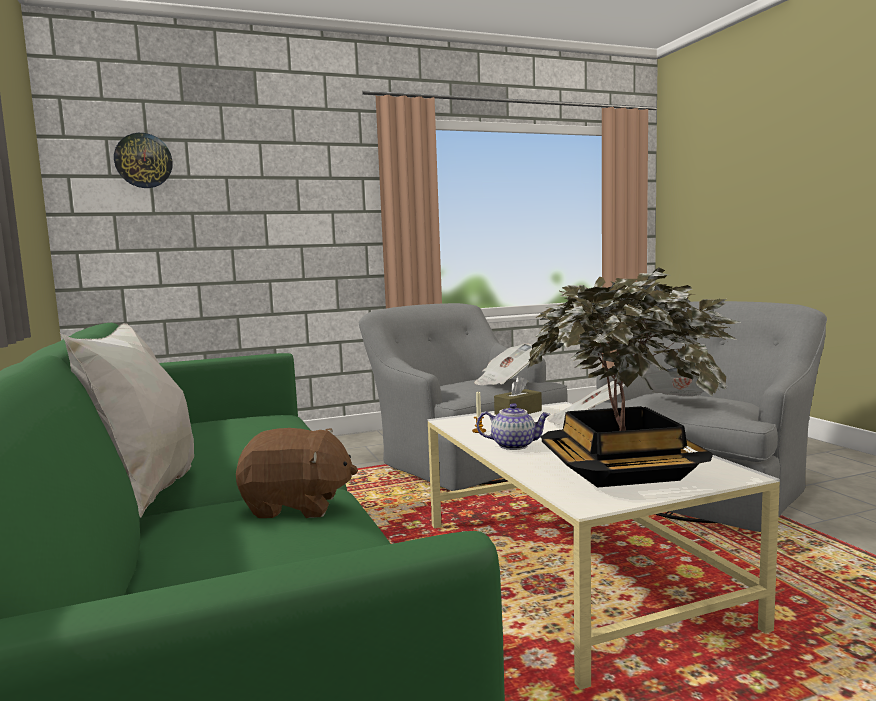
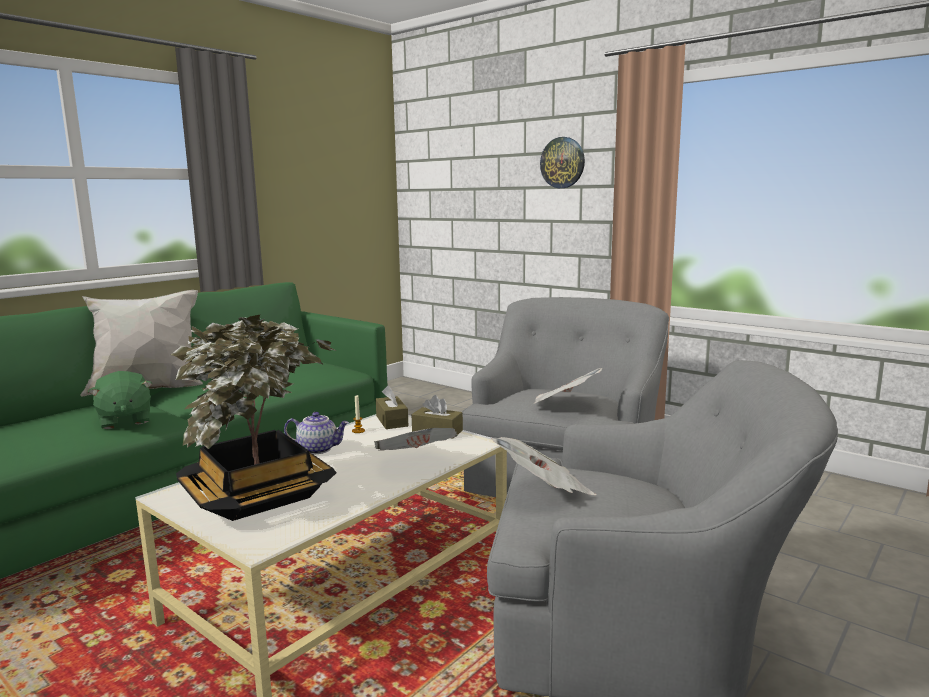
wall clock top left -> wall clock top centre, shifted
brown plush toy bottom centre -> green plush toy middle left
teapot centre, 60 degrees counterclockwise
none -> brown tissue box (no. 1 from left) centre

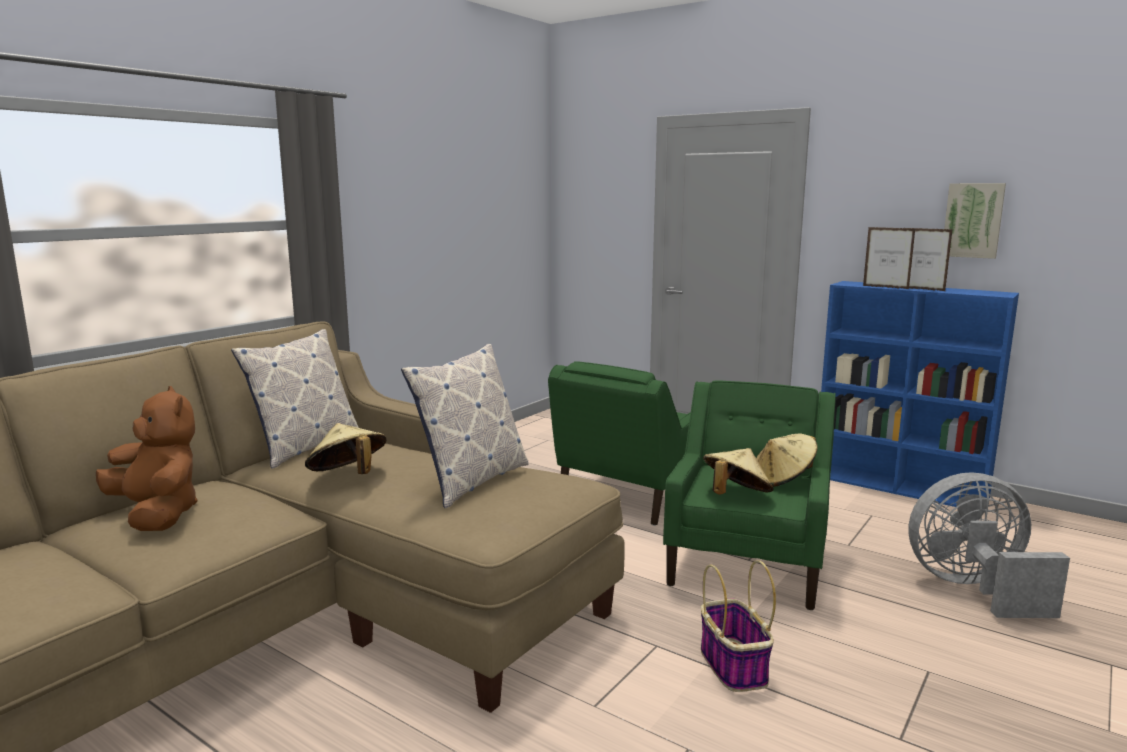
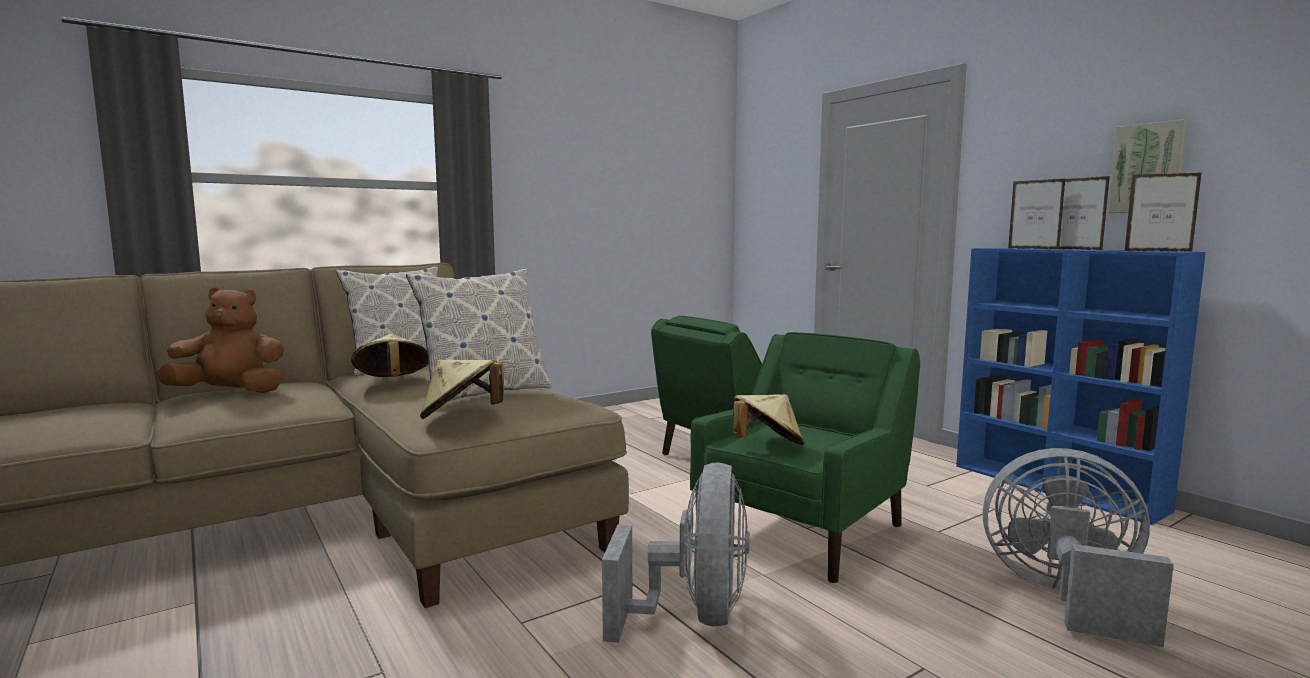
brown plush toy middle left, 75 degrees counterclockwise
basket bottom centre -> grey fan (no. 1 from left) bottom centre
beige hat (no. 3 from left in the first image) middle right -> beige hat (no. 2 from left) centre, shifted
none -> picture frame (no. 3 from left) top right

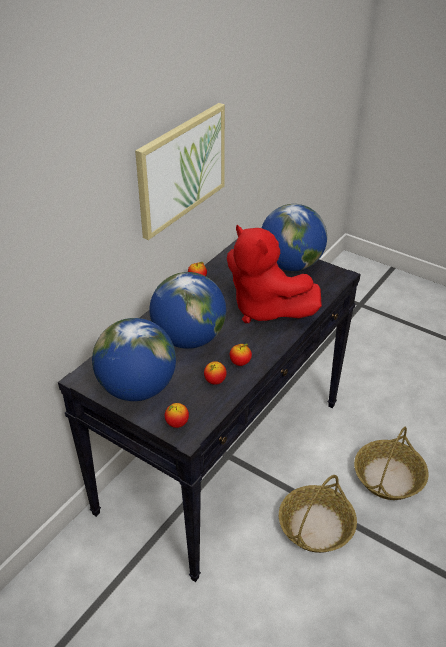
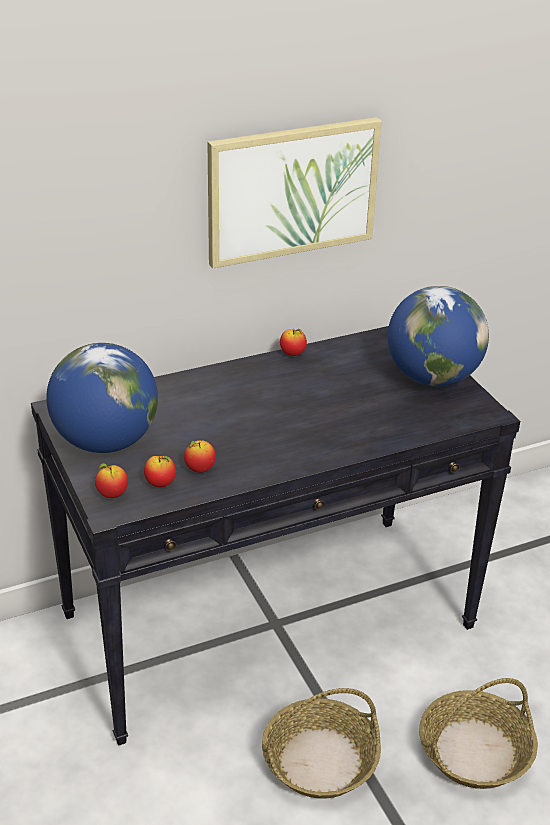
globe (no. 2 from left) centre -> none
red plush toy centre -> none
apple (no. 4 from left in the first image) centre -> apple (no. 2 from left) middle left, shifted

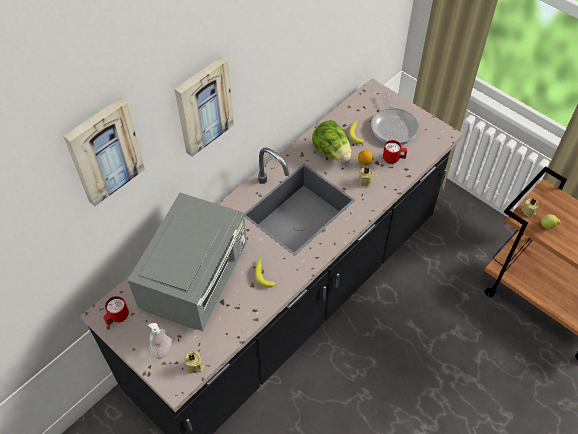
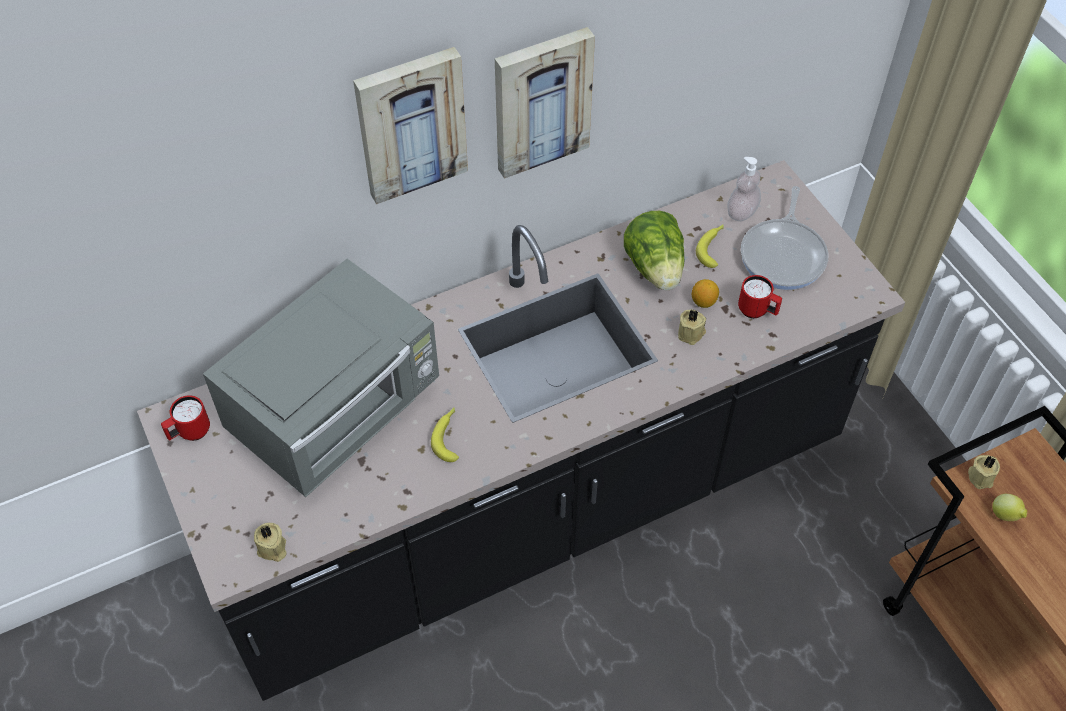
picture (no. 1 from left in the first image) middle left -> picture (no. 2 from left) top centre, shifted
soap dispenser bottom left -> soap dispenser top right, shifted

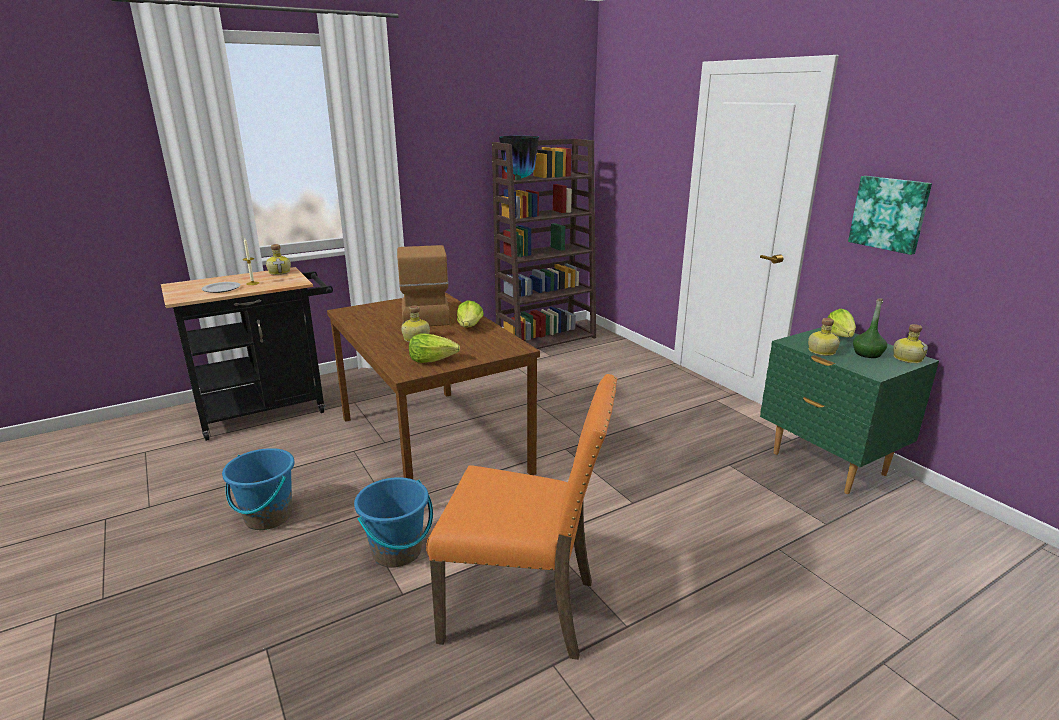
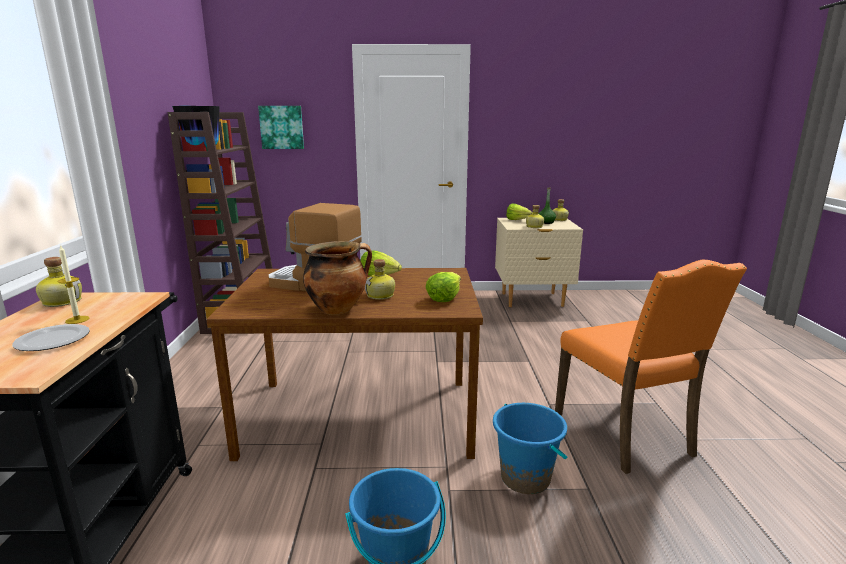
orange chair bottom centre -> orange chair middle right, 120 degrees clockwise
green nightstand middle right -> beige nightstand centre
picture top right -> picture top left, shifted
none -> cooking pot centre

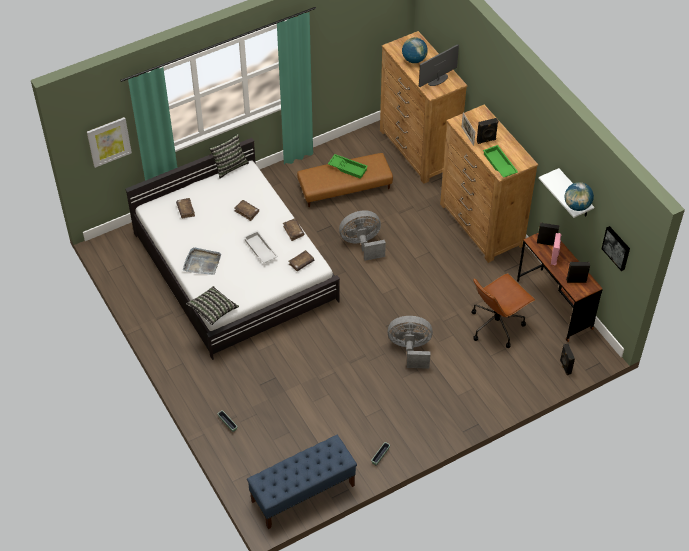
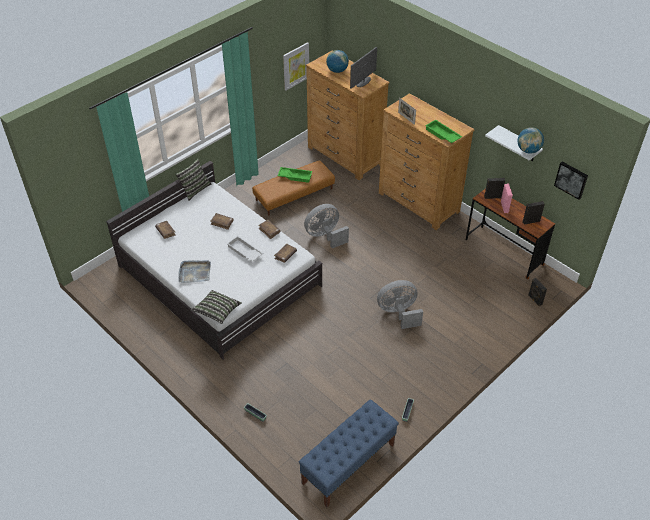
picture (no. 1 from left) top left -> picture (no. 1 from left) top centre, shifted
brown office chair middle right -> none
black speaker (no. 1 from left) top right -> none

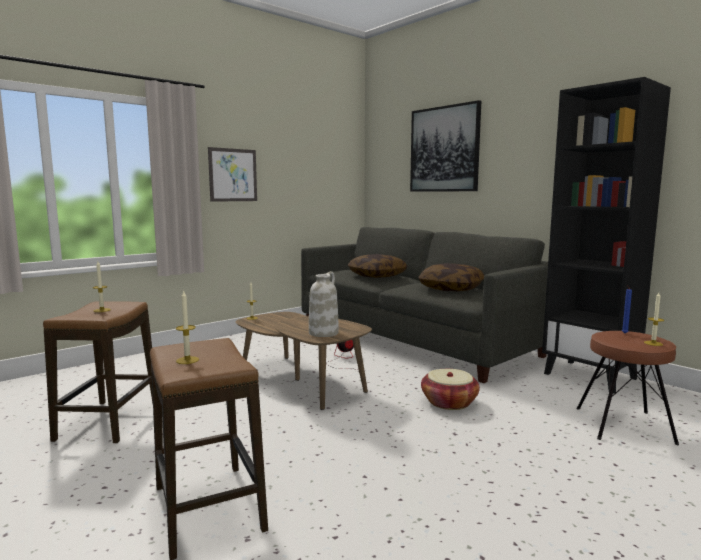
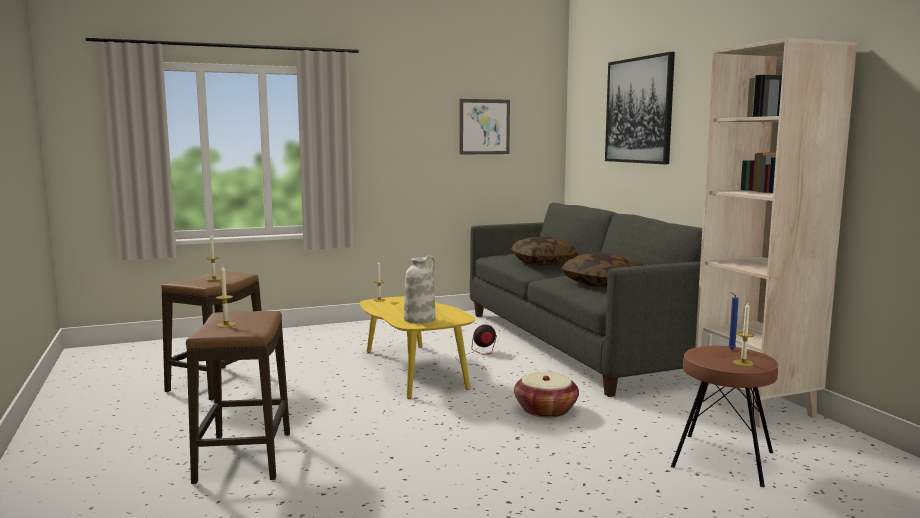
picture (no. 1 from left) top left -> picture (no. 1 from left) top centre, shifted
brown coffee table centre -> yellow coffee table bottom centre
black bookcase middle right -> beige bookcase middle right

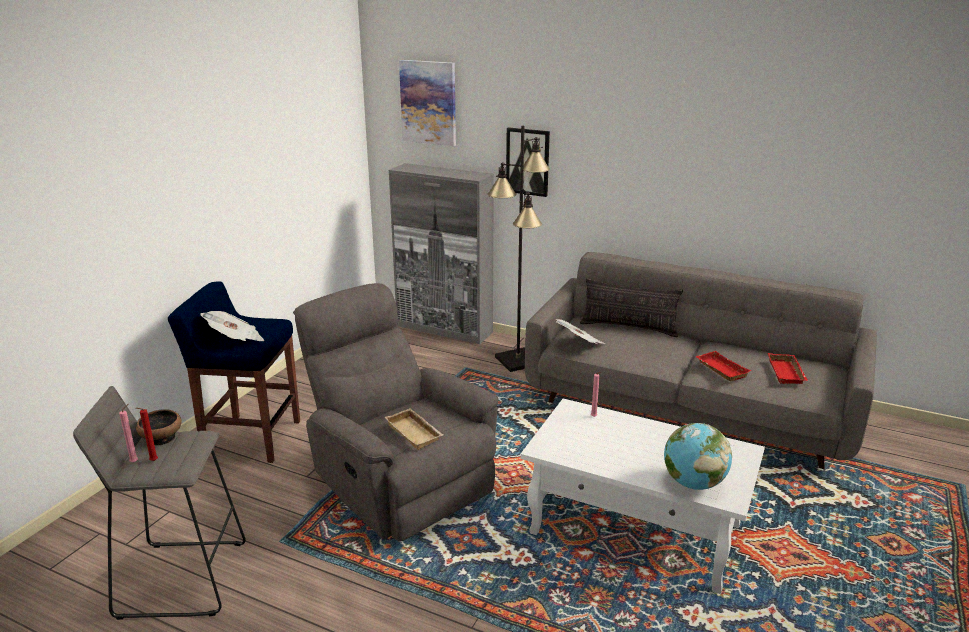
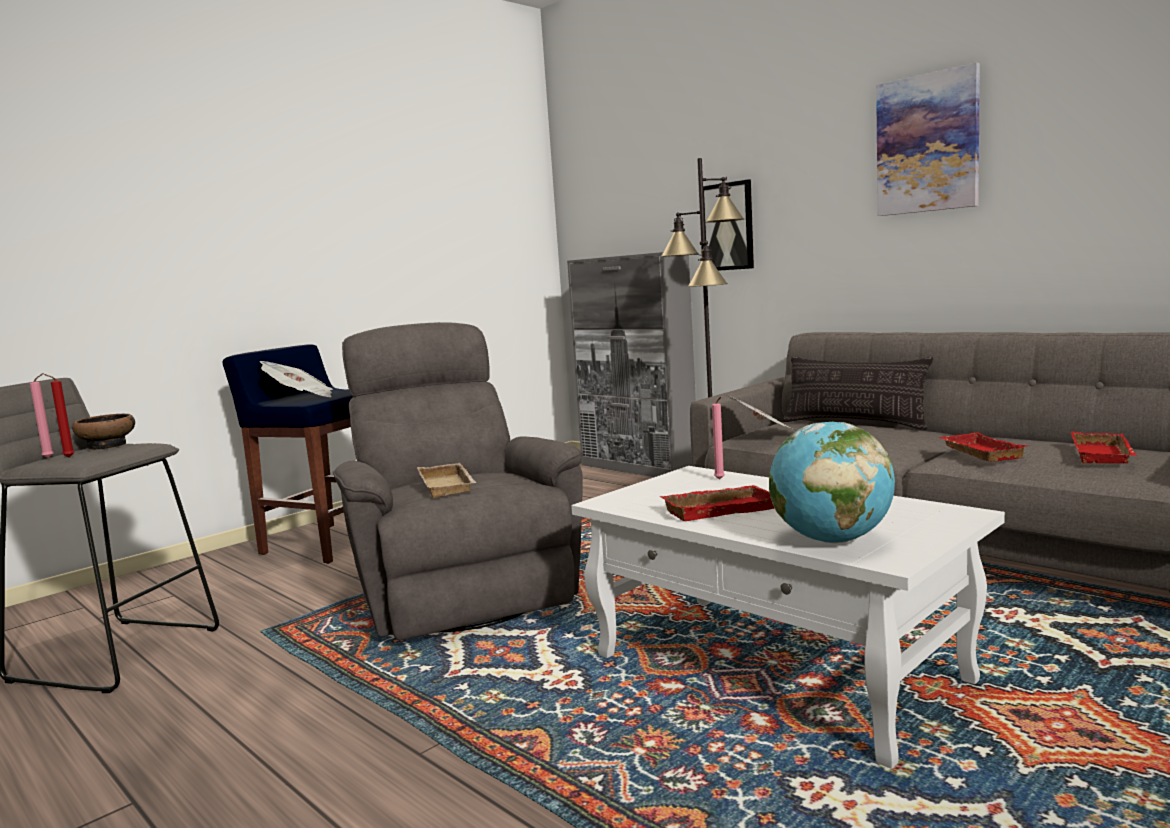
picture (no. 1 from left in the first image) top centre -> picture (no. 2 from left) top right, shifted
none -> red tray (no. 1 from left) centre

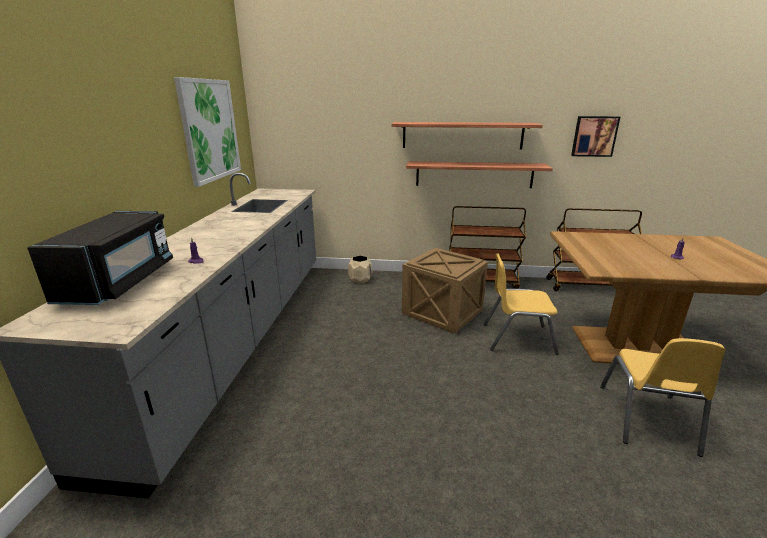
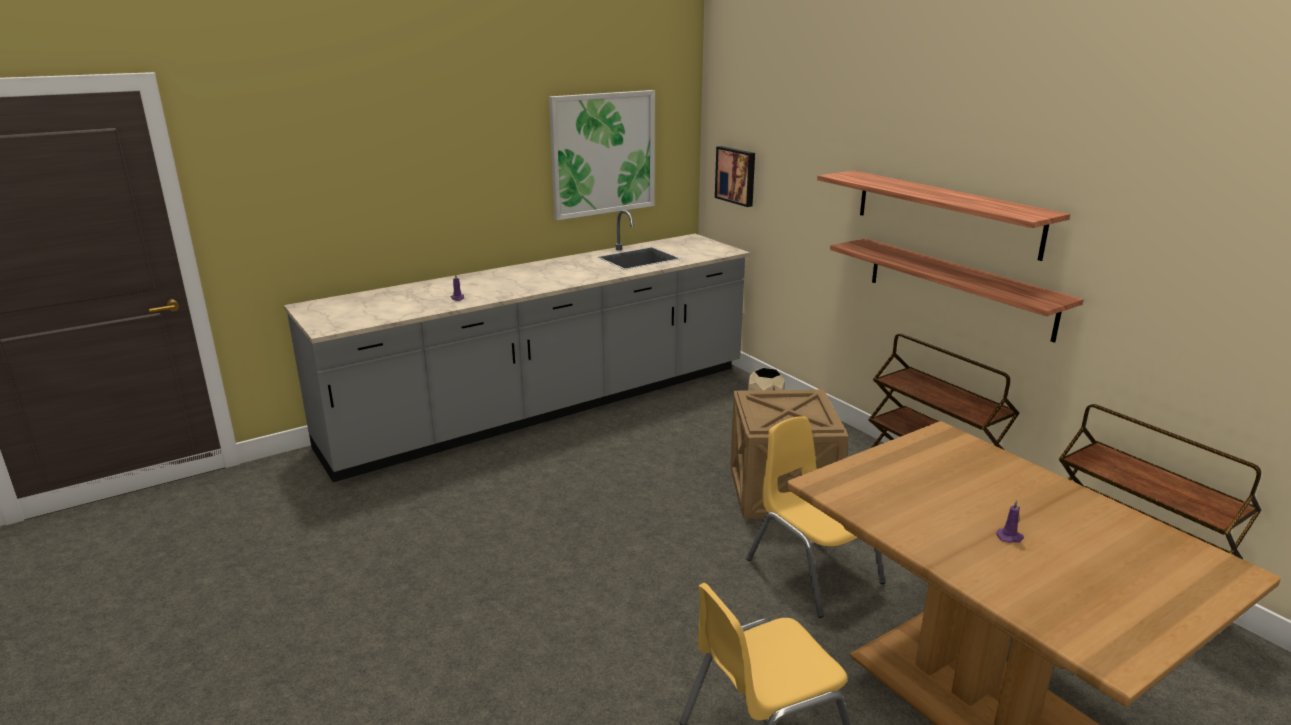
black microwave middle left -> none
picture (no. 2 from left) top right -> picture (no. 2 from left) top centre, shifted

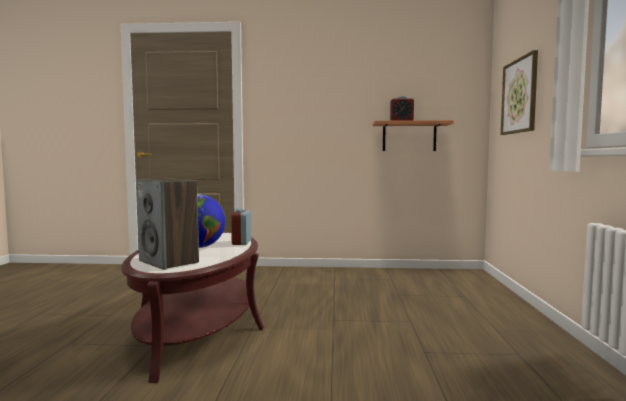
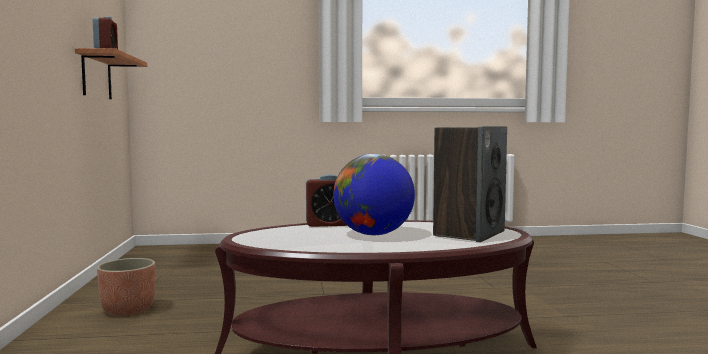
picture top right -> none
none -> planter bottom left

